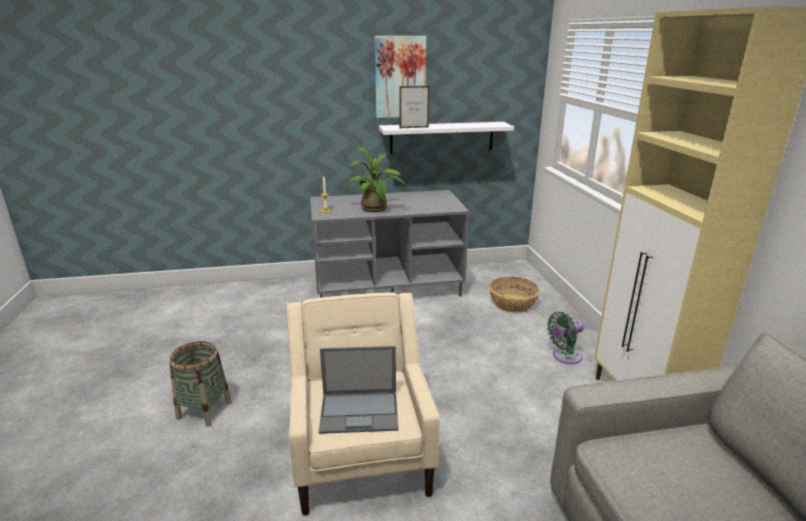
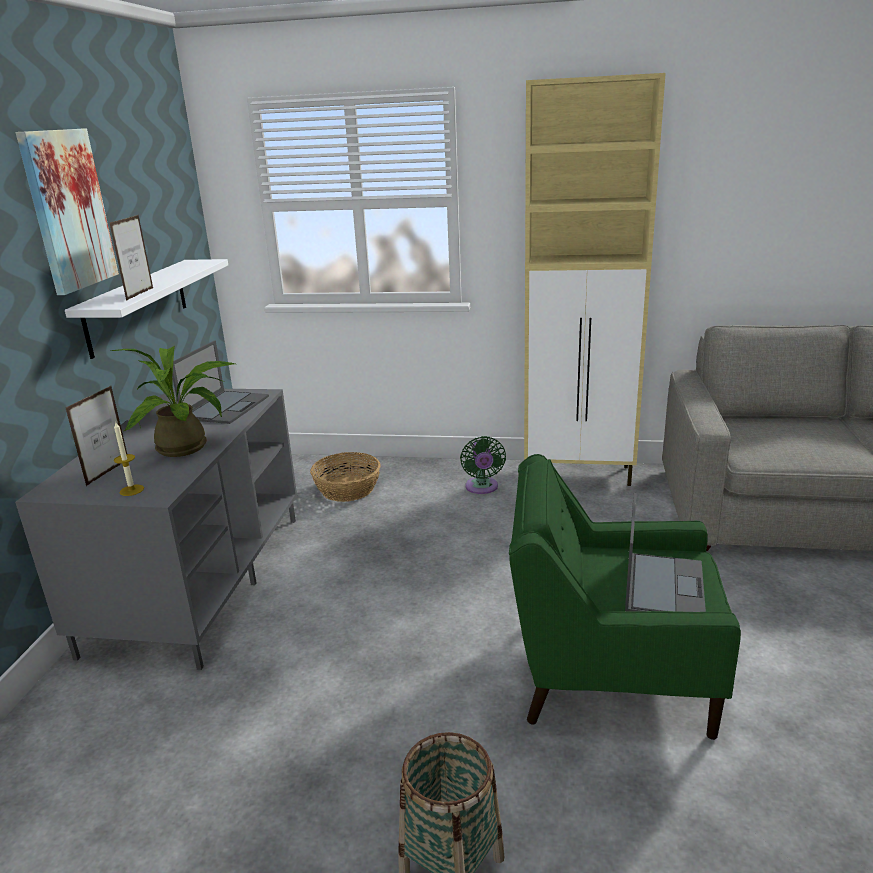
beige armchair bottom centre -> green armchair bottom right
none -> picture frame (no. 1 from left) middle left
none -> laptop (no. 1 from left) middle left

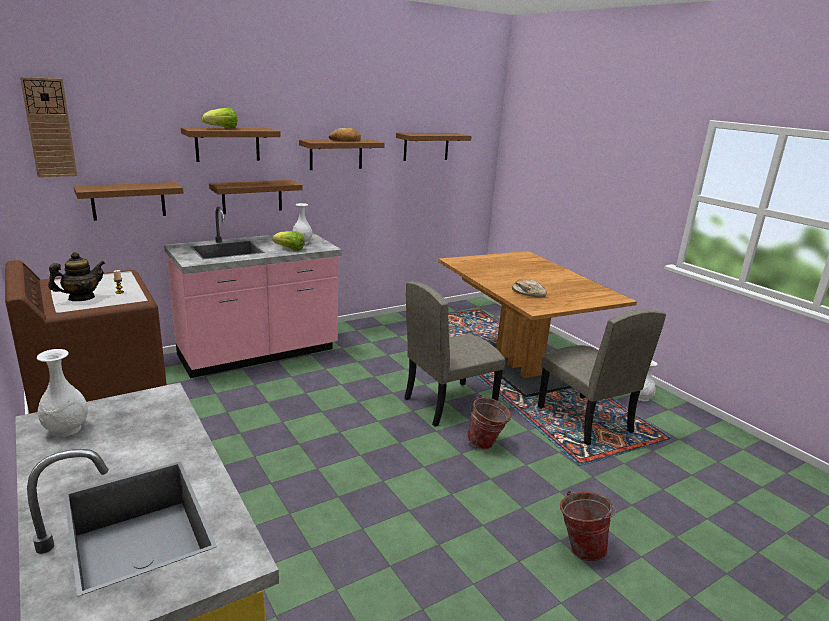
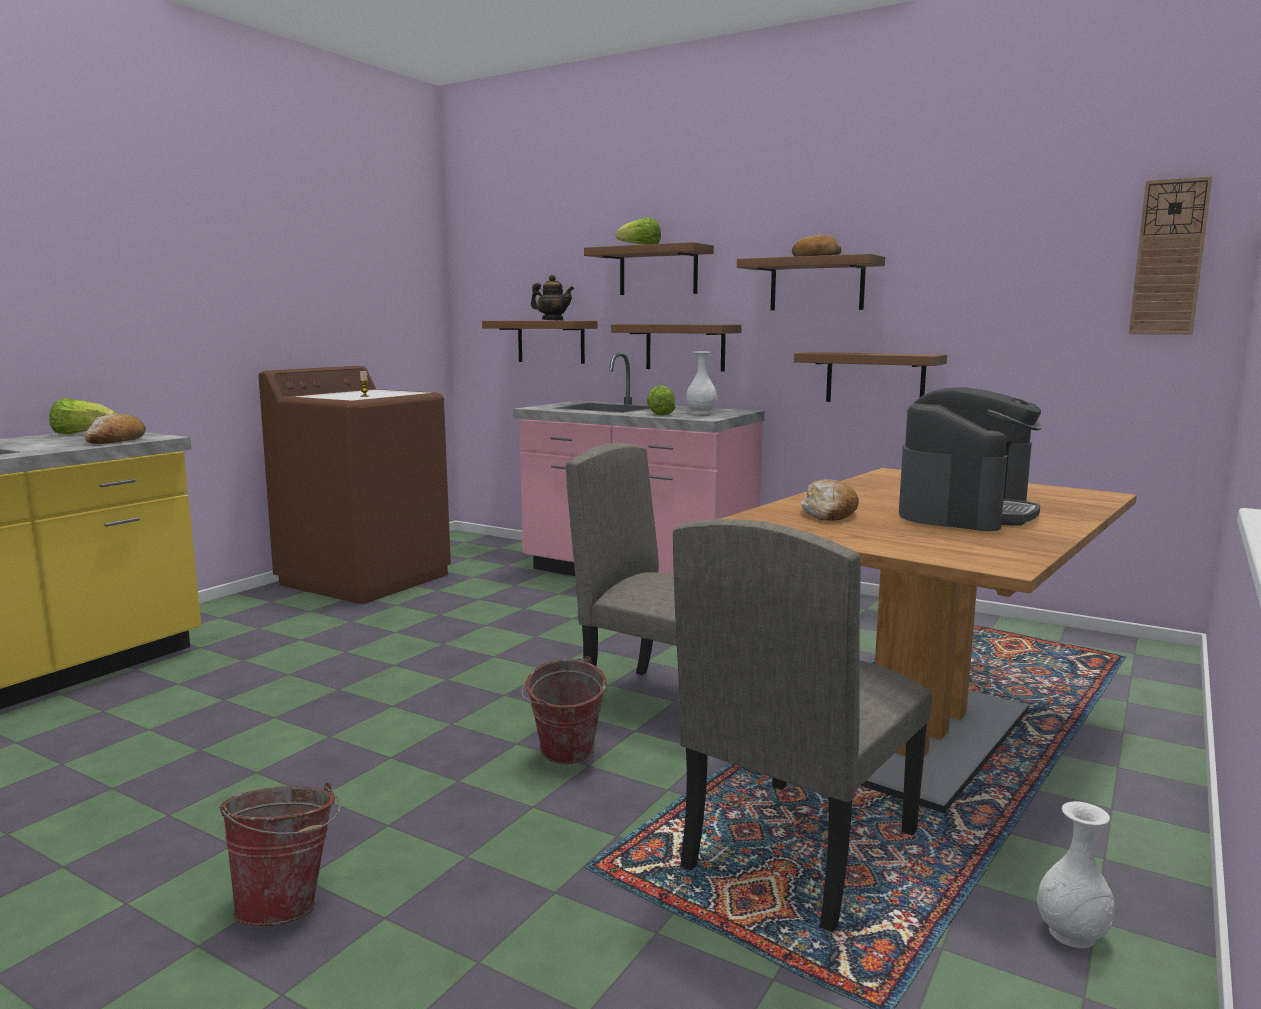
wall clock top left -> wall clock top right, shifted
white vase (no. 1 from left) middle left -> lettuce (no. 1 from left) middle left
teapot middle left -> teapot top centre, shifted
brown shelf (no. 5 from left) top centre -> brown shelf (no. 5 from left) middle right, shifted
none -> bread (no. 1 from left) middle left
none -> coffee machine middle right

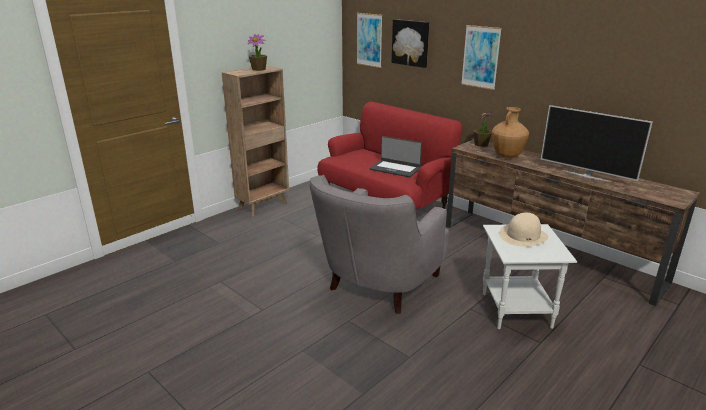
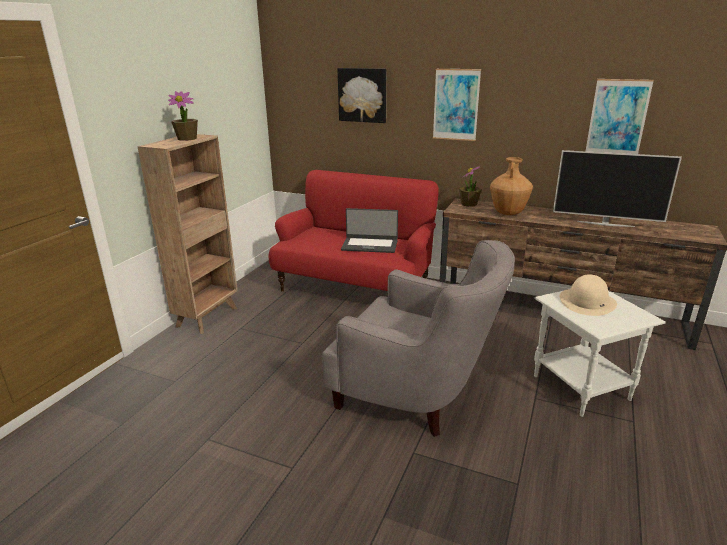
grey armchair centre, 75 degrees counterclockwise
picture (no. 1 from left in the first image) top centre -> picture (no. 3 from left) top right, shifted

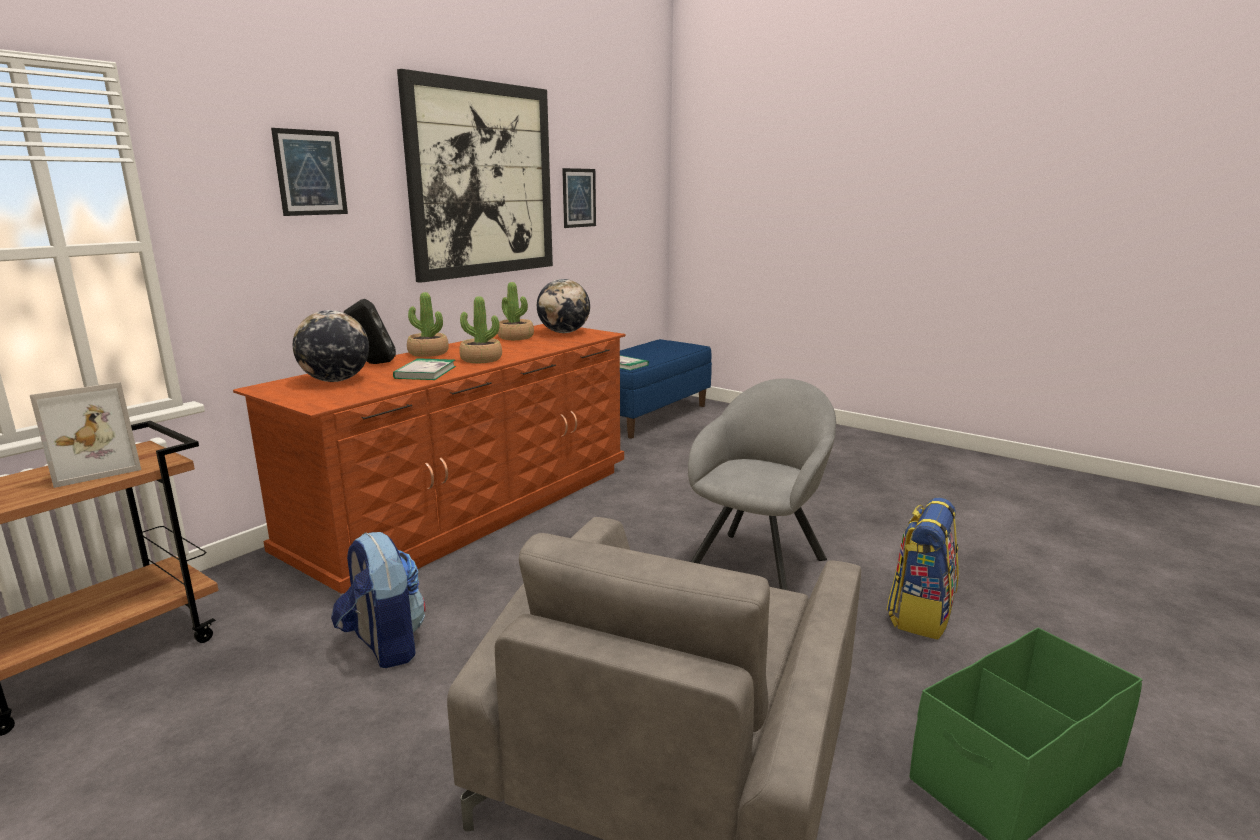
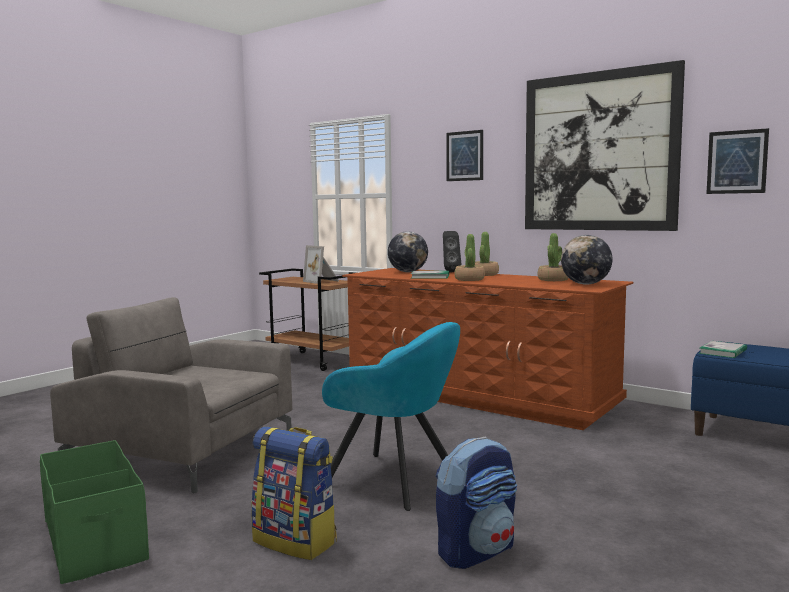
backpack (no. 1 from left in the first image) bottom left -> backpack (no. 2 from left) bottom centre, shifted
grey armchair (no. 2 from left) centre -> turquoise armchair bottom centre

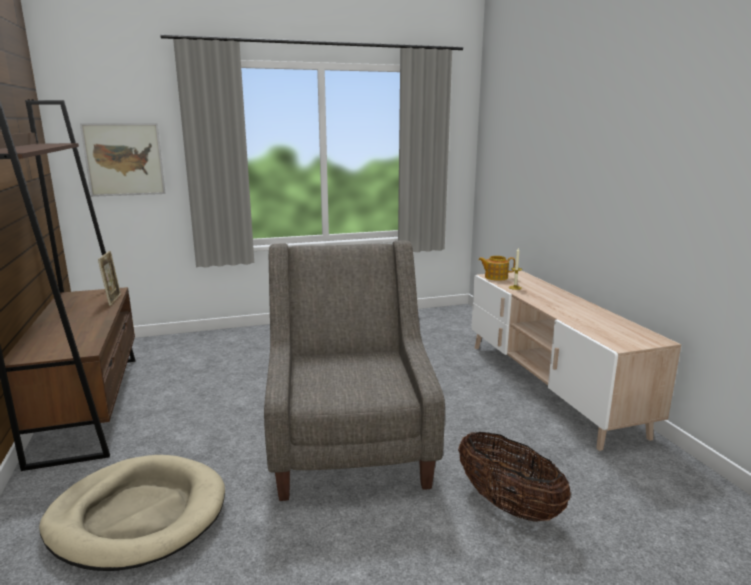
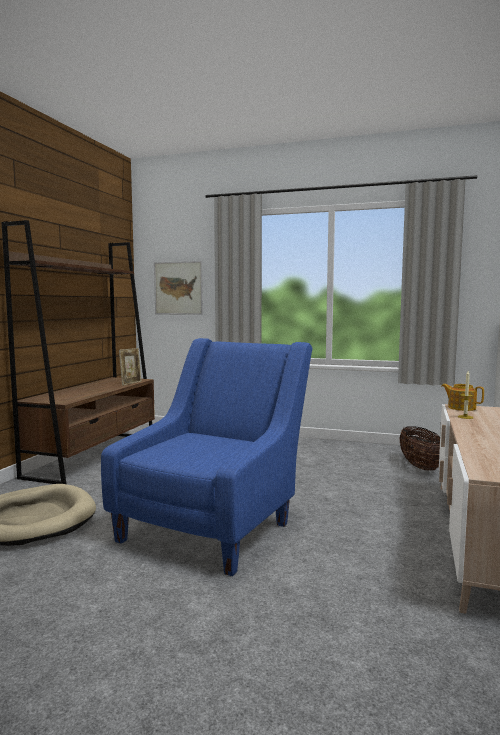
grey armchair centre -> blue armchair centre
basket bottom right -> basket middle right, shifted

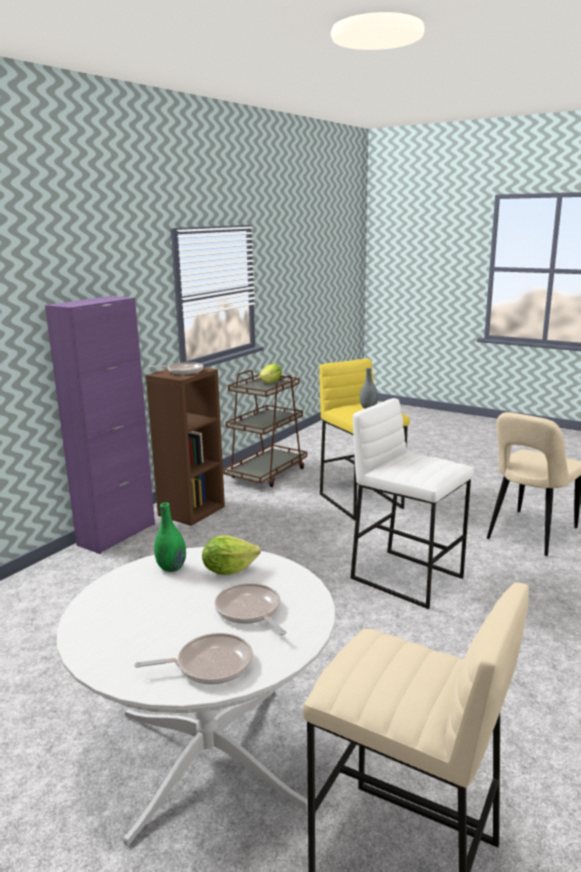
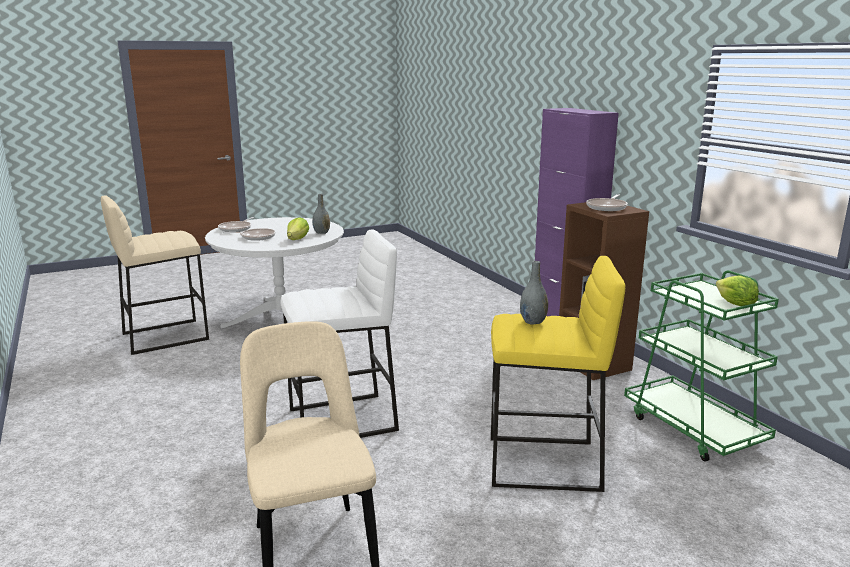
green vase middle left -> grey vase (no. 1 from left) centre
brown cart centre -> green cart middle right

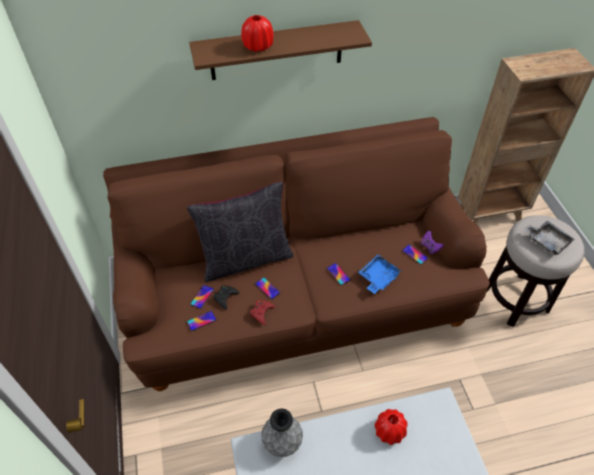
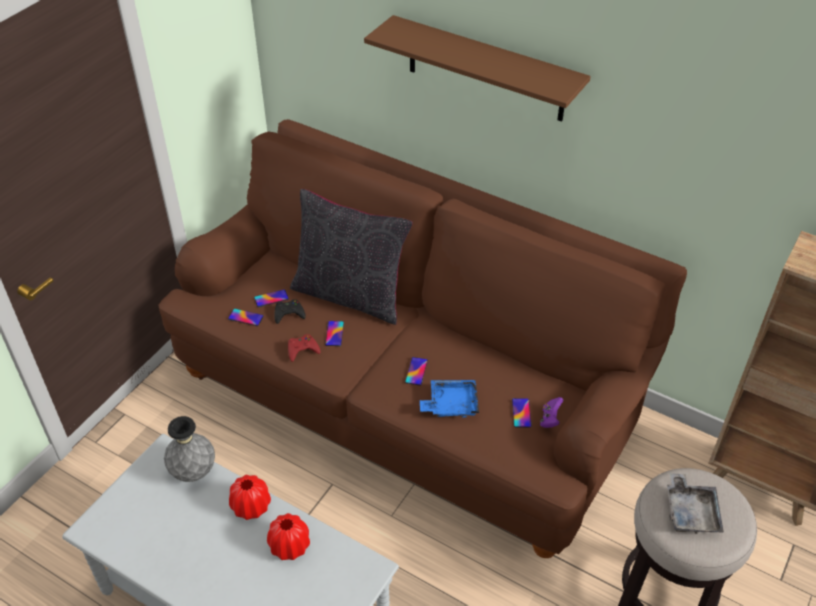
red vase (no. 1 from left) top centre -> red vase (no. 1 from left) bottom left, shifted

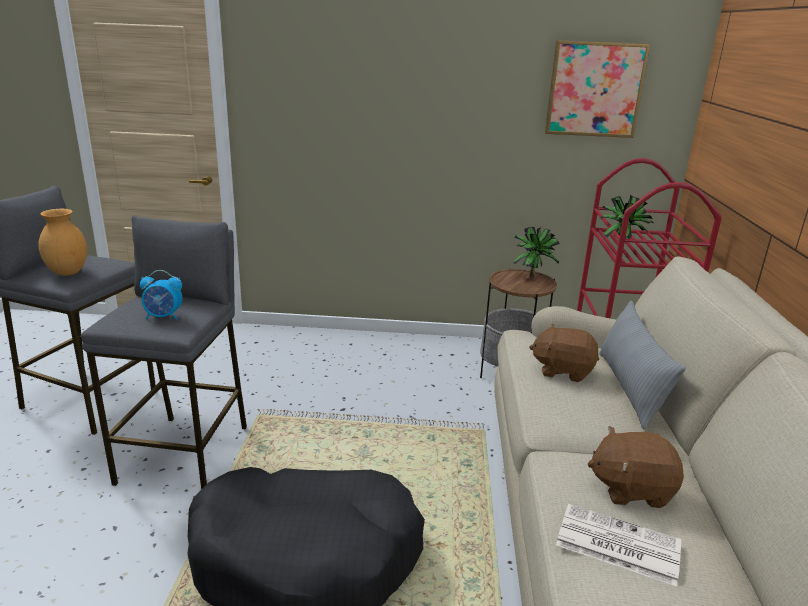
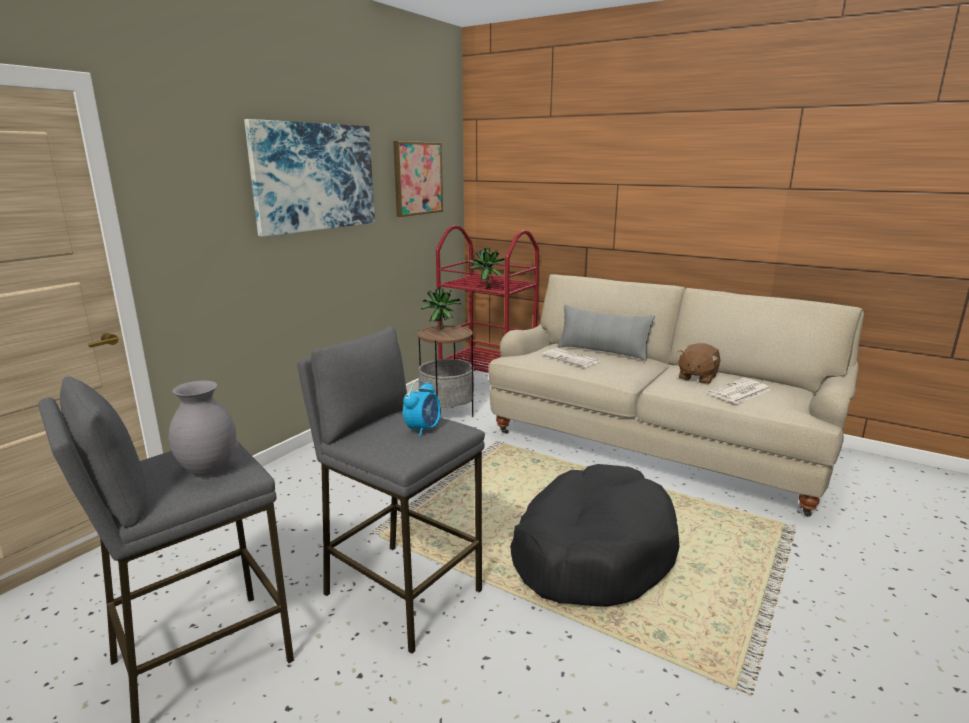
brown vase middle left -> grey vase middle left
brown plush toy (no. 1 from left) middle right -> newspaper (no. 1 from left) centre
none -> picture (no. 1 from left) top left

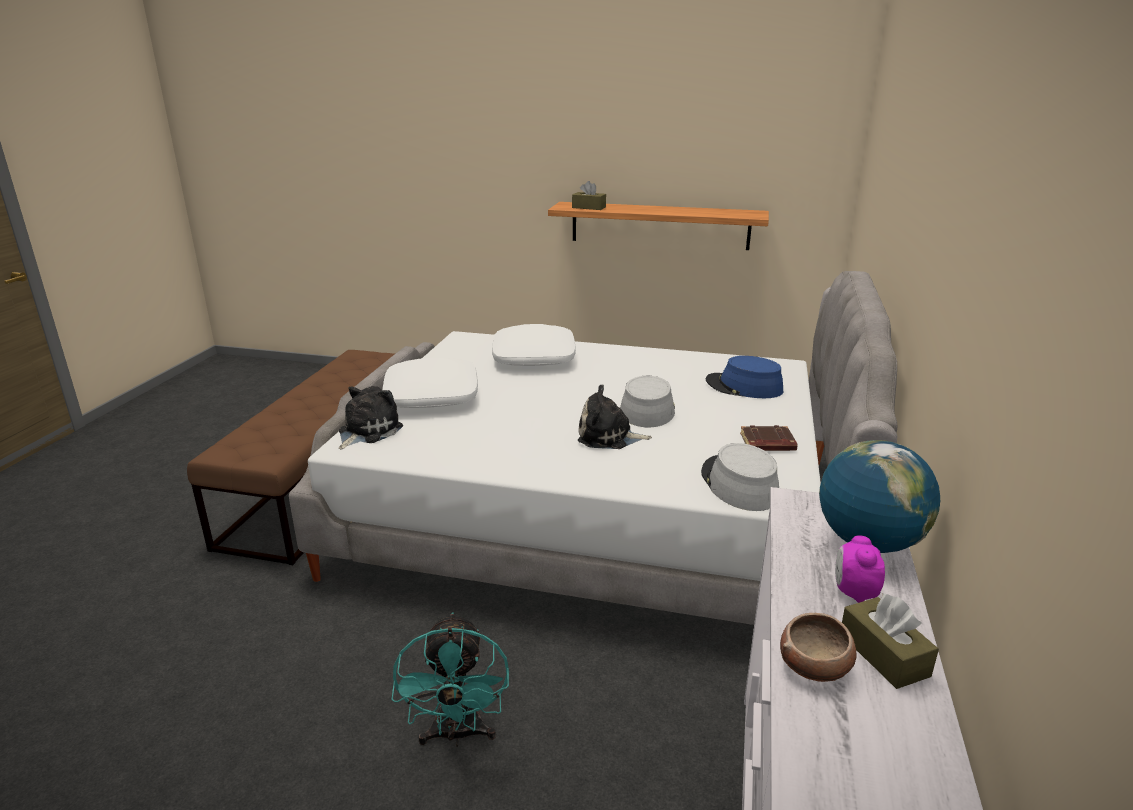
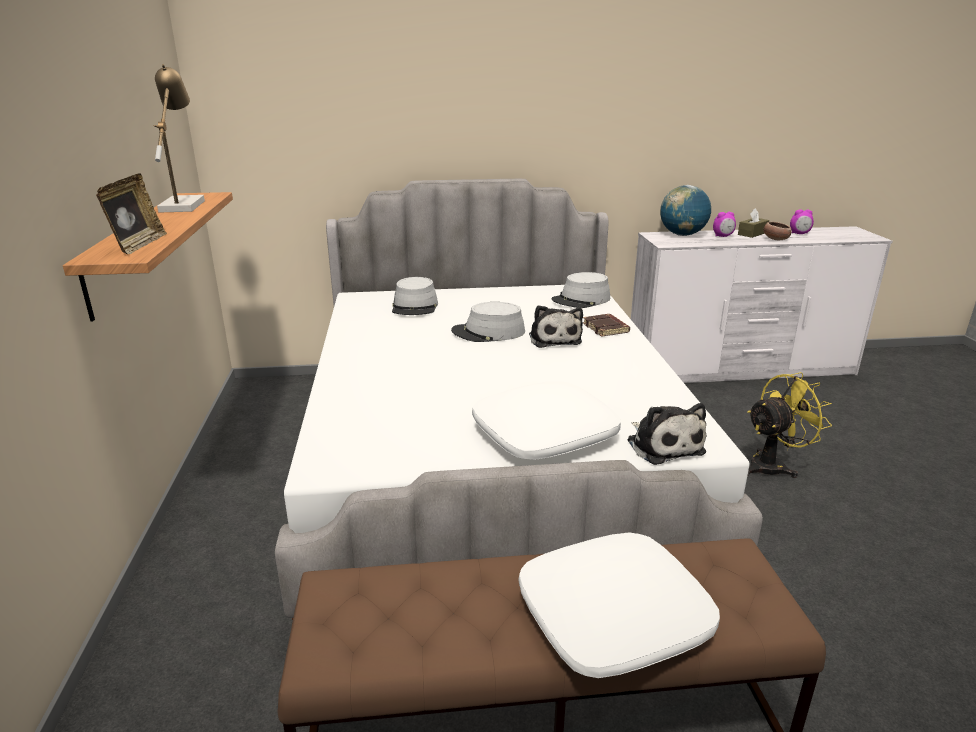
plush toy (no. 1 from left in the first image) middle left -> plush toy (no. 2 from left) middle right, 120 degrees counterclockwise
turquoise fan bottom centre -> yellow fan middle right
white pillow (no. 2 from left) centre -> white pillow (no. 2 from left) bottom centre, shifted
brown tissue box (no. 1 from left) top centre -> picture frame top left
blue hat centre -> grey hat (no. 1 from left) centre
brown book middle right -> brown book centre, shifted
none -> table lamp top left
none -> alarm clock (no. 2 from left) top right

